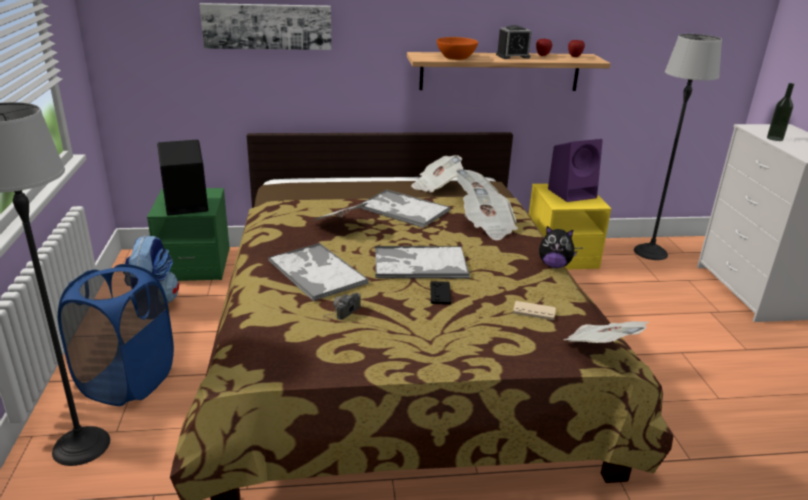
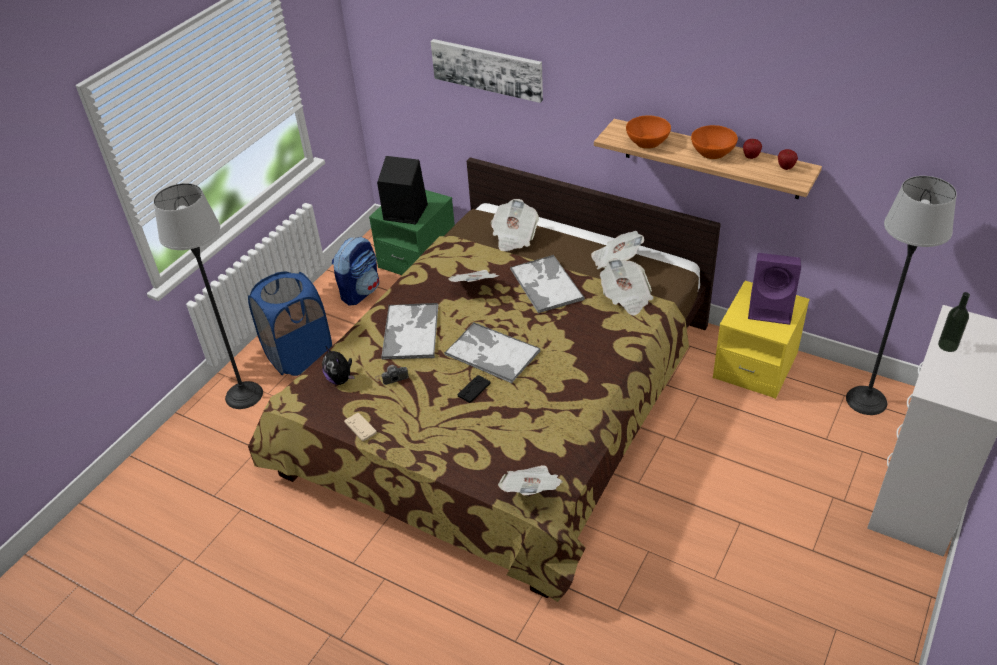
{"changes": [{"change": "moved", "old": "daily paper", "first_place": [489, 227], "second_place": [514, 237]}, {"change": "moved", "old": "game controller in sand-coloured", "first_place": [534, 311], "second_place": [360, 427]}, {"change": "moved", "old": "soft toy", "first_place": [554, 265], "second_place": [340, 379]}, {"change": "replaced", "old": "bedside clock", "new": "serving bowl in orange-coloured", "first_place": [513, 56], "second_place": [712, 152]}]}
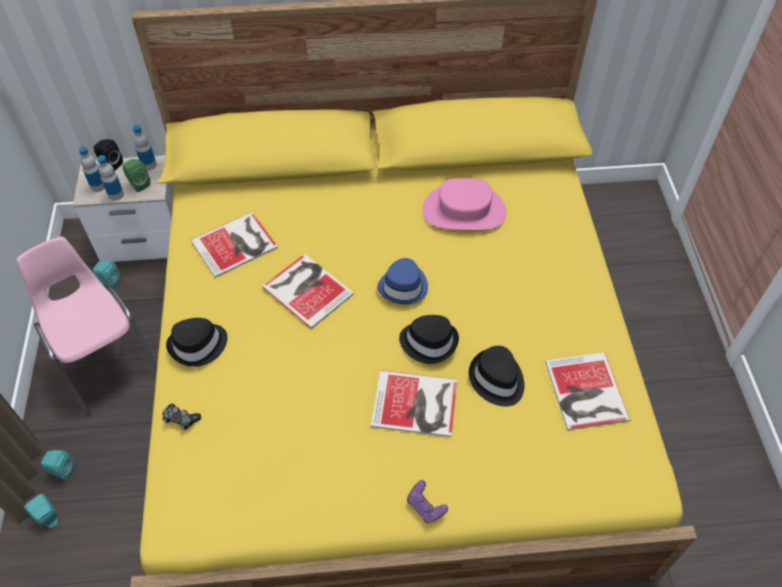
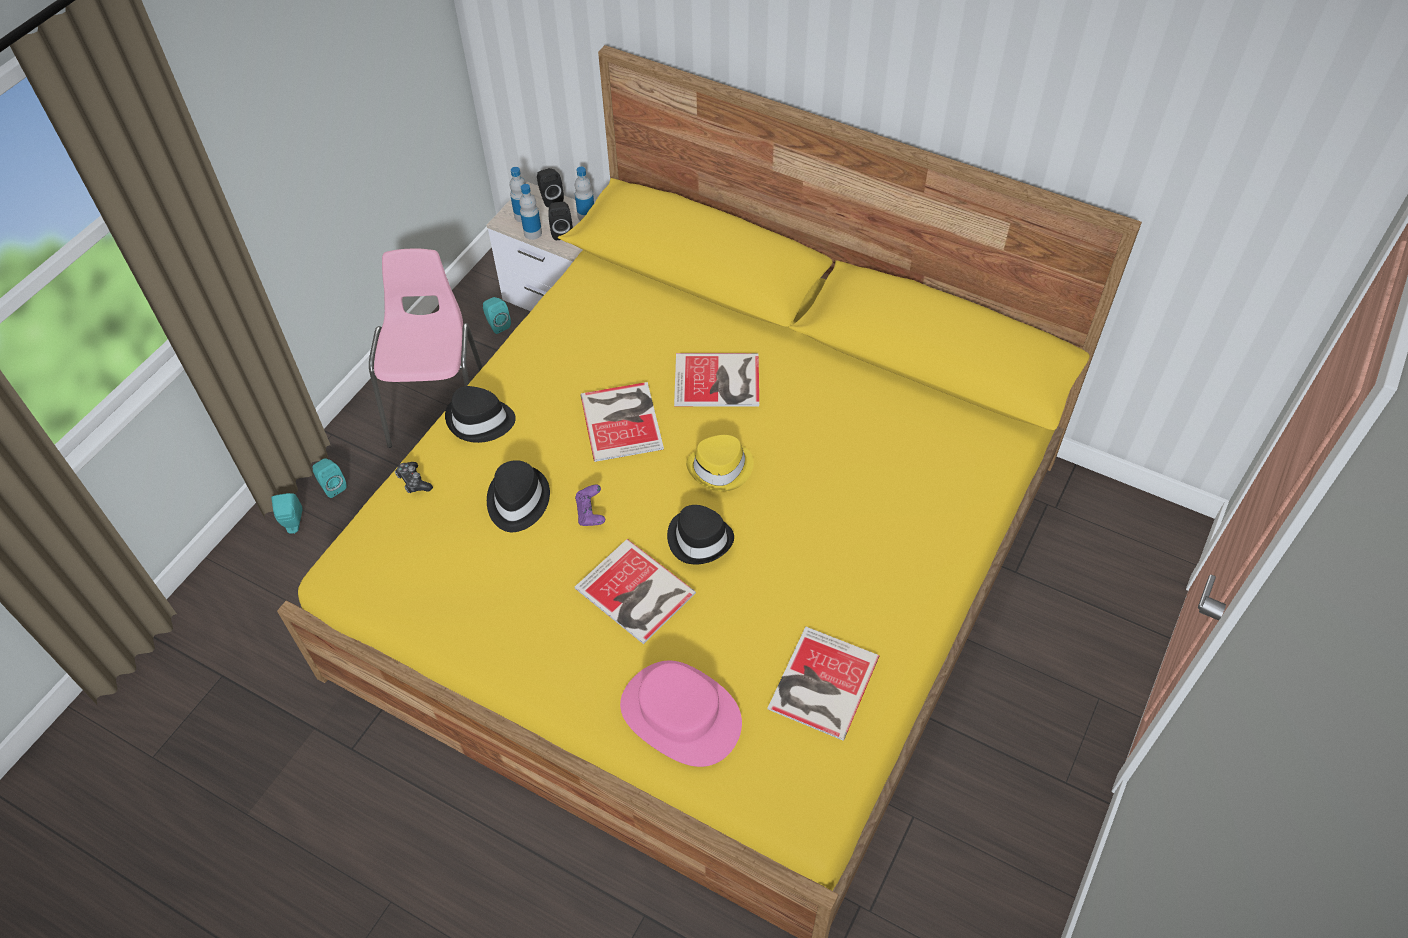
{"changes": [{"change": "moved", "old": "bound book", "first_place": [237, 244], "second_place": [719, 381]}, {"change": "moved", "old": "game controller in purplish", "first_place": [425, 506], "second_place": [591, 513]}, {"change": "moved", "old": "clothing hat in pink-coloured", "first_place": [464, 211], "second_place": [680, 715]}, {"change": "moved", "old": "clothing hat in black", "first_place": [496, 379], "second_place": [517, 501]}, {"change": "recoloured", "old": "speaker in greenish", "new": "speaker in black", "first_place": [138, 184], "second_place": [562, 231]}, {"change": "recoloured", "old": "clothing hat in blue", "new": "clothing hat in yellow-coloured", "first_place": [404, 286], "second_place": [721, 468]}]}
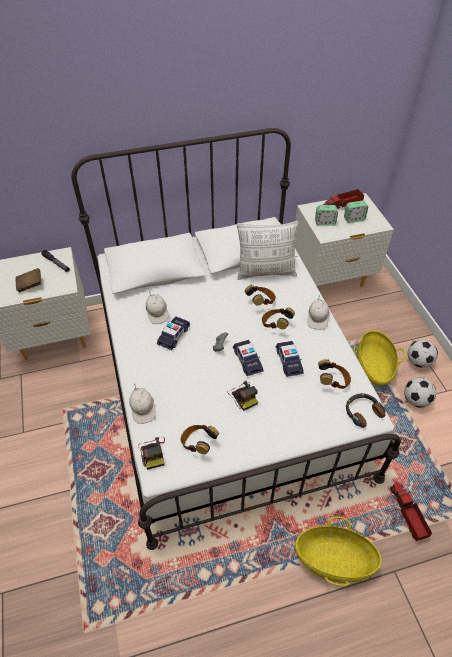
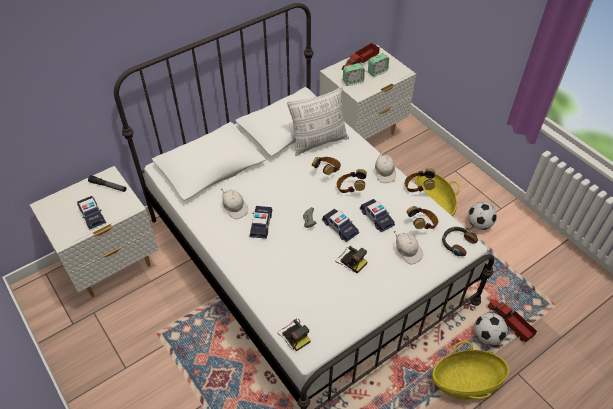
{"changes": [{"change": "moved", "old": "baseball cap in whitish", "first_place": [143, 409], "second_place": [407, 252]}, {"change": "moved", "old": "pair of headphones", "first_place": [198, 444], "second_place": [418, 188]}, {"change": "moved", "old": "football", "first_place": [418, 361], "second_place": [487, 336]}, {"change": "replaced", "old": "bound book in brownish", "new": "toy car", "first_place": [30, 285], "second_place": [92, 215]}]}
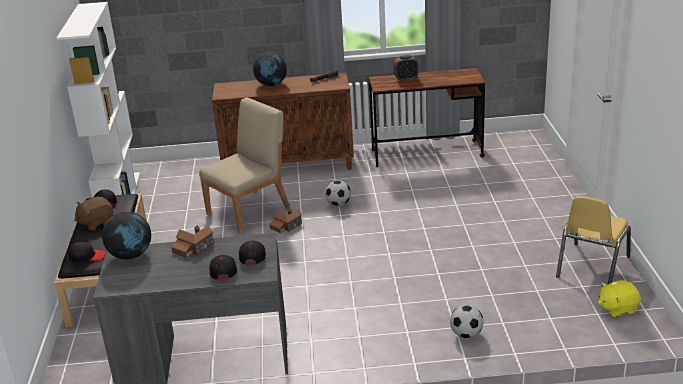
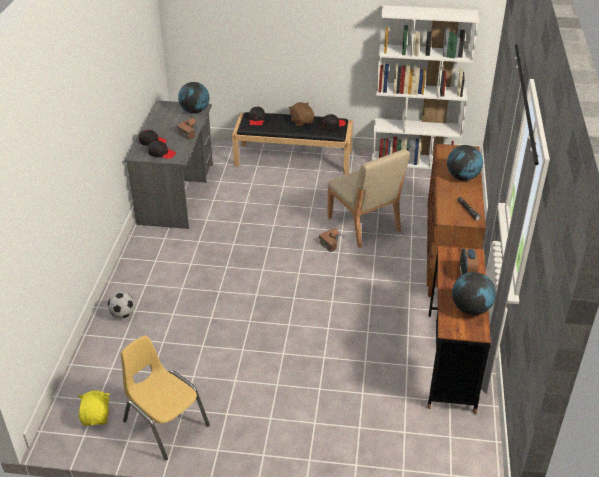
{"changes": [{"change": "removed", "old": "football", "first_place": [338, 204]}, {"change": "added", "new": "desk globe", "second_place": [470, 309]}]}
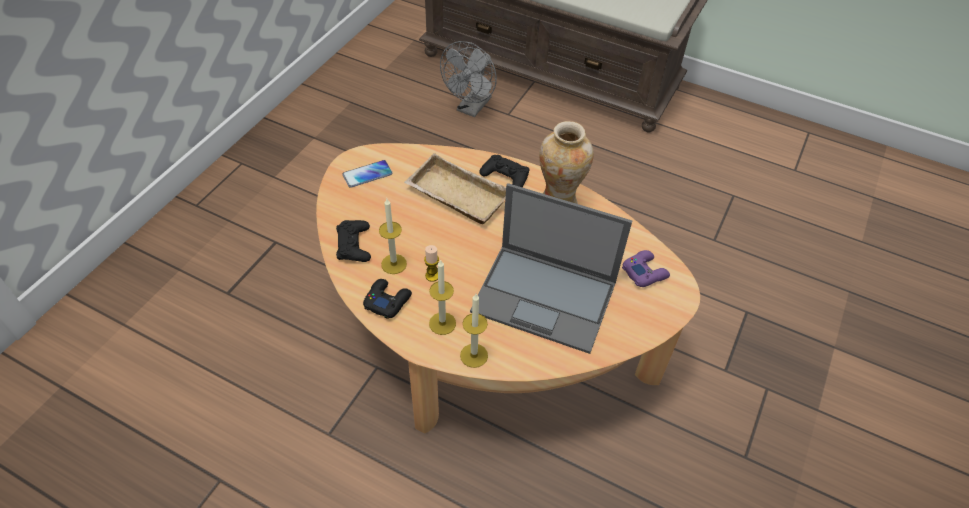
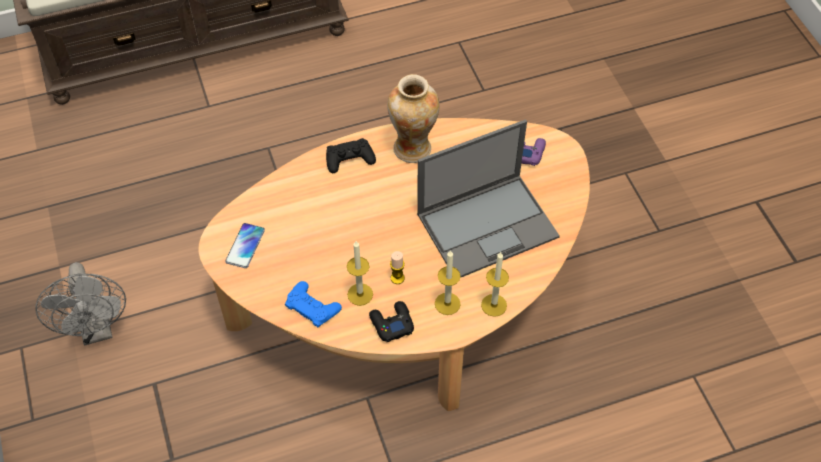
{"changes": [{"change": "removed", "old": "carrying tray in sand-coloured", "first_place": [455, 196]}, {"change": "moved", "old": "electric fan in gray", "first_place": [471, 108], "second_place": [97, 329]}, {"change": "recoloured", "old": "game controller in black", "new": "game controller in blue", "first_place": [354, 245], "second_place": [312, 307]}]}
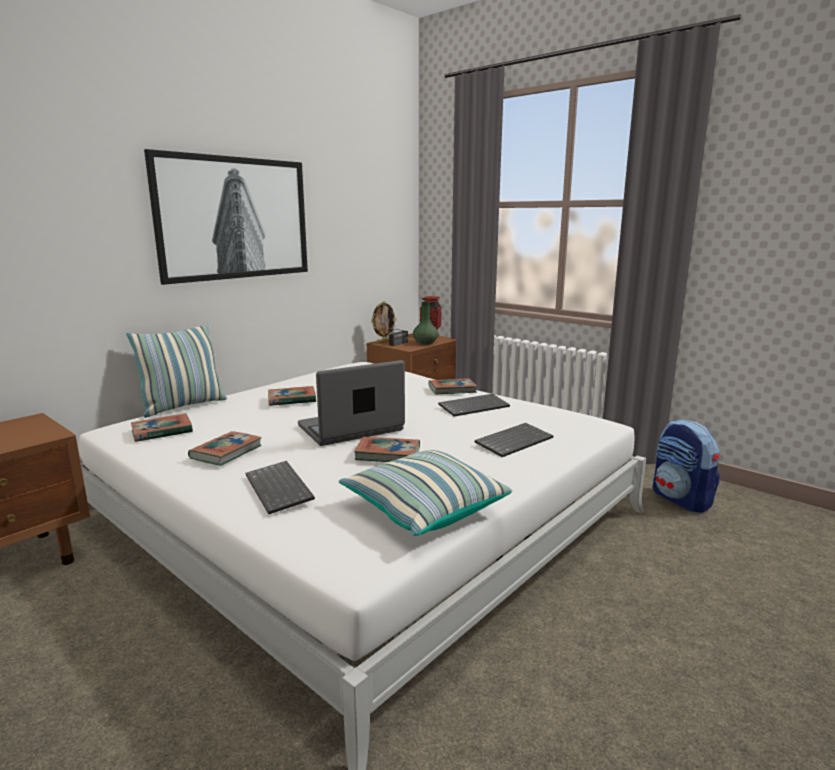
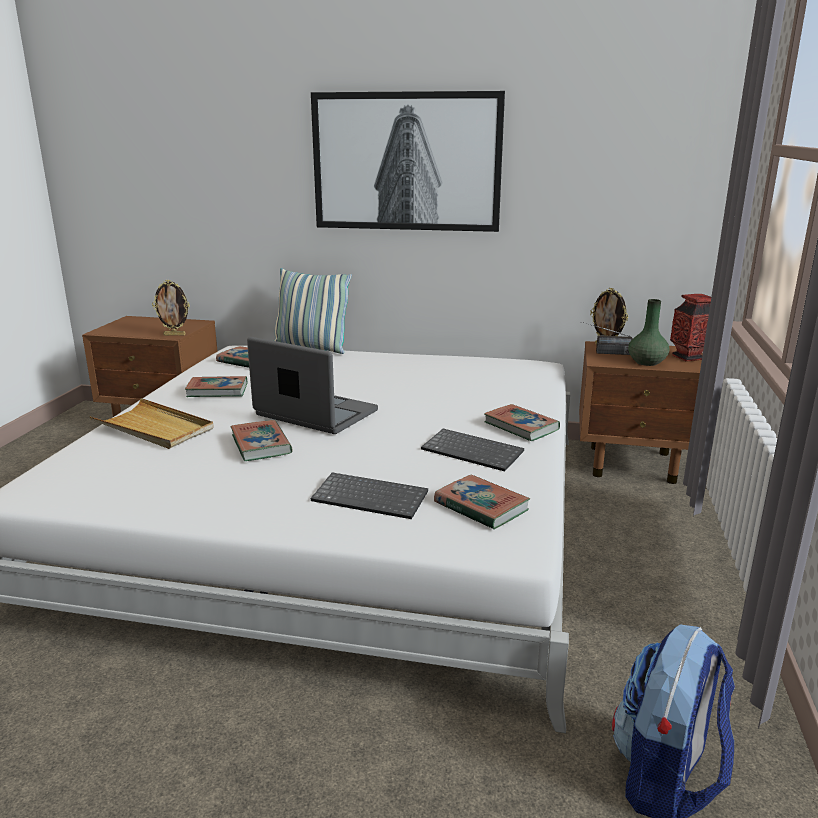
{"changes": [{"change": "removed", "old": "pillow", "first_place": [423, 509]}, {"change": "added", "new": "photo frame", "second_place": [175, 335]}, {"change": "moved", "old": "bound book", "first_place": [292, 399], "second_place": [481, 507]}, {"change": "replaced", "old": "computer keyboard", "new": "carrying tray in sand-coloured", "first_place": [280, 489], "second_place": [154, 428]}]}
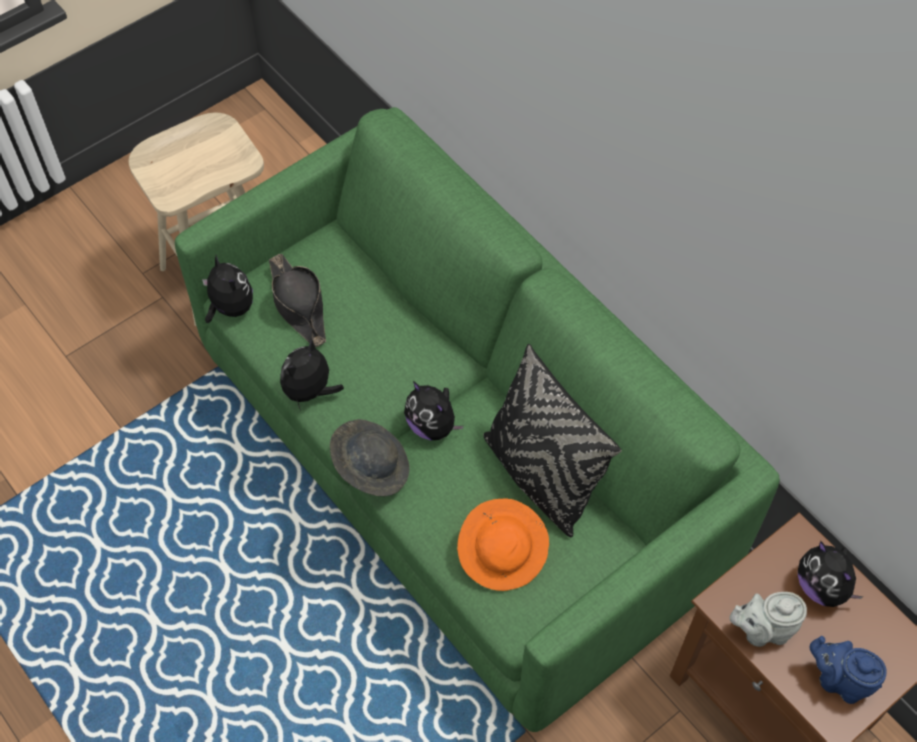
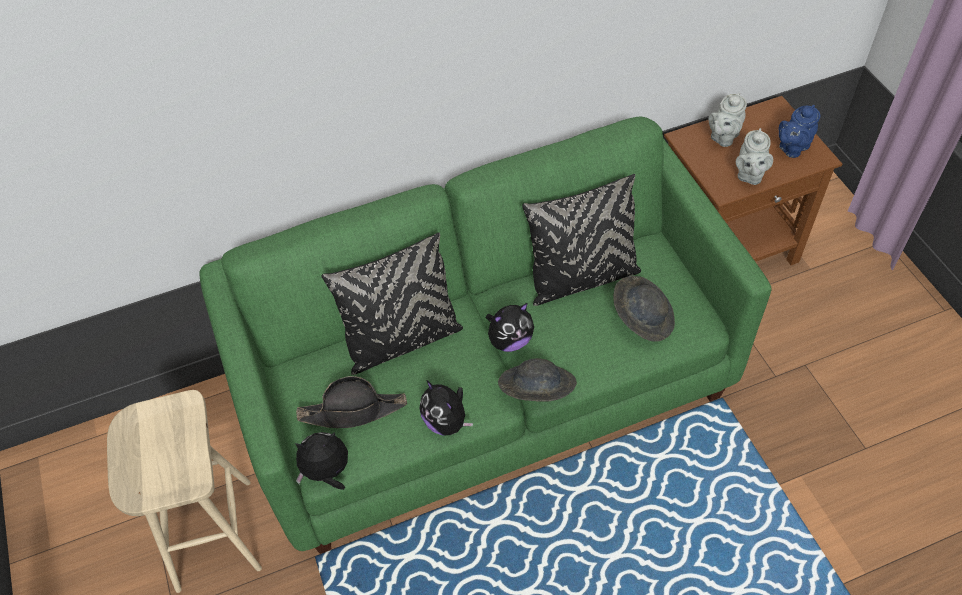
{"changes": [{"change": "added", "new": "pillow in black", "second_place": [402, 340]}, {"change": "replaced", "old": "soft toy", "new": "tea pot in gray", "first_place": [822, 586], "second_place": [723, 137]}, {"change": "recoloured", "old": "clothing hat in orange-coloured", "new": "clothing hat in gray", "first_place": [503, 553], "second_place": [642, 317]}]}
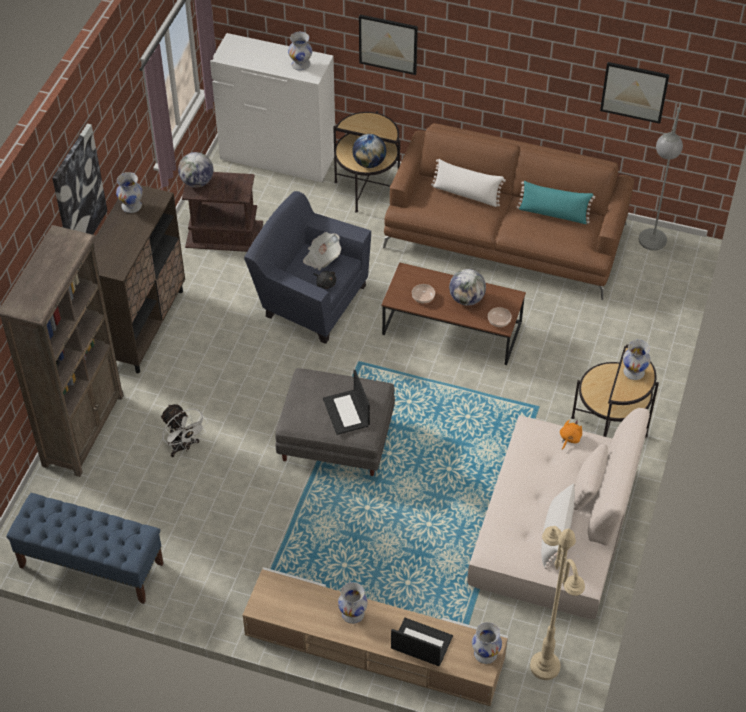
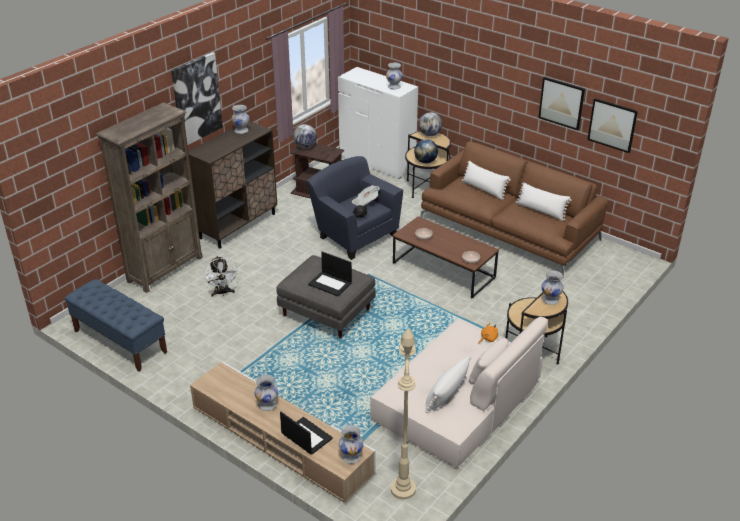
{"changes": [{"change": "removed", "old": "standard lamp in gray", "first_place": [650, 247]}, {"change": "moved", "old": "wall picture", "first_place": [388, 44], "second_place": [561, 103]}, {"change": "moved", "old": "desk globe", "first_place": [466, 299], "second_place": [430, 134]}, {"change": "recoloured", "old": "pillow in turquoise", "new": "pillow in whitish", "first_place": [553, 214], "second_place": [541, 211]}, {"change": "turned", "old": "notebook computer", "first_place": [347, 412], "second_place": [330, 283], "degrees": -60}]}
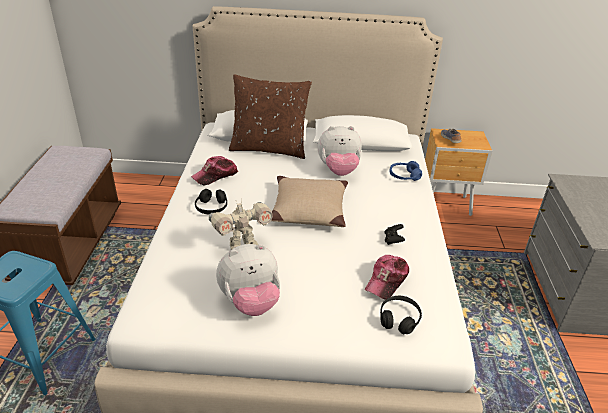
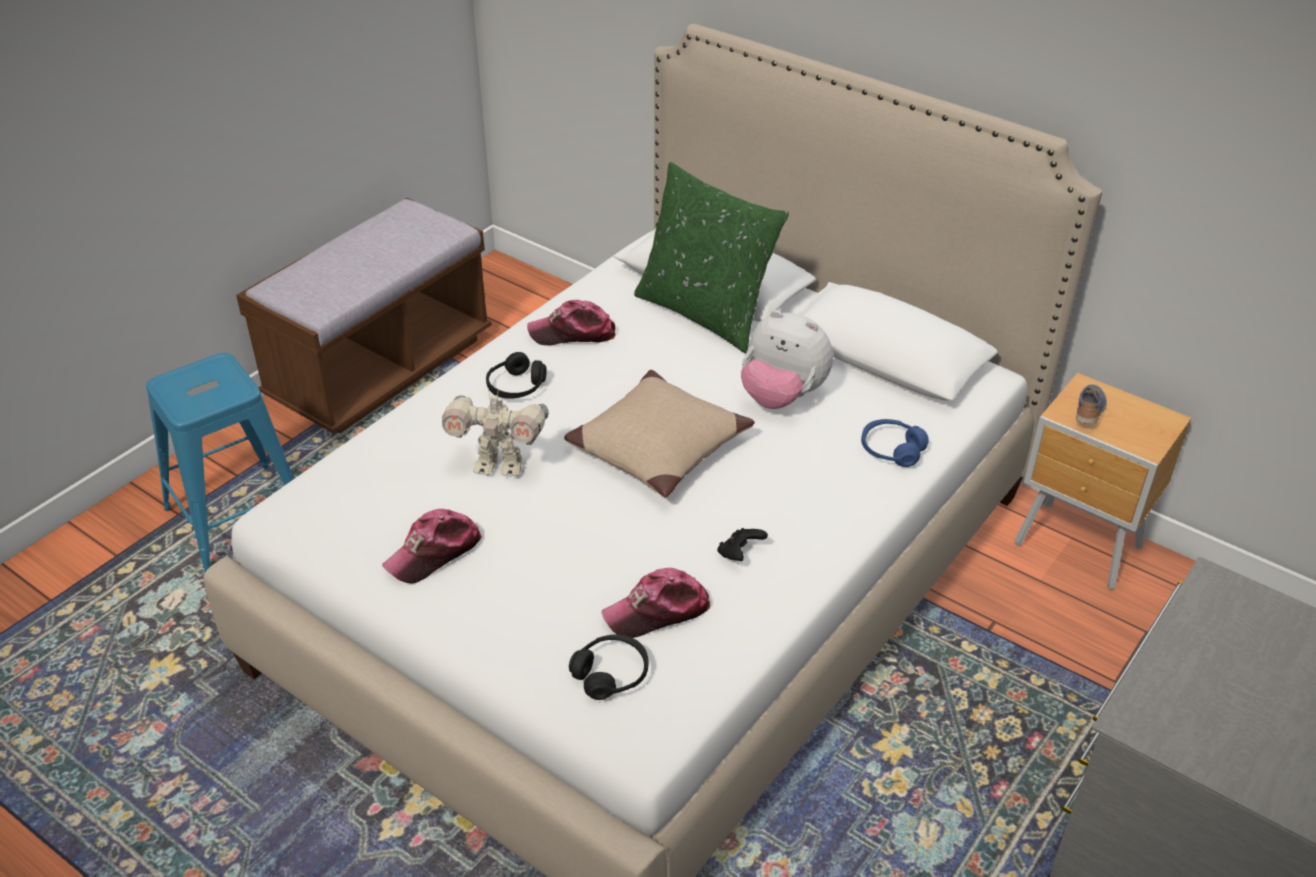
{"changes": [{"change": "replaced", "old": "soft toy", "new": "baseball cap", "first_place": [250, 302], "second_place": [434, 553]}, {"change": "recoloured", "old": "pillow in brownish", "new": "pillow in greenish", "first_place": [269, 148], "second_place": [705, 313]}]}
